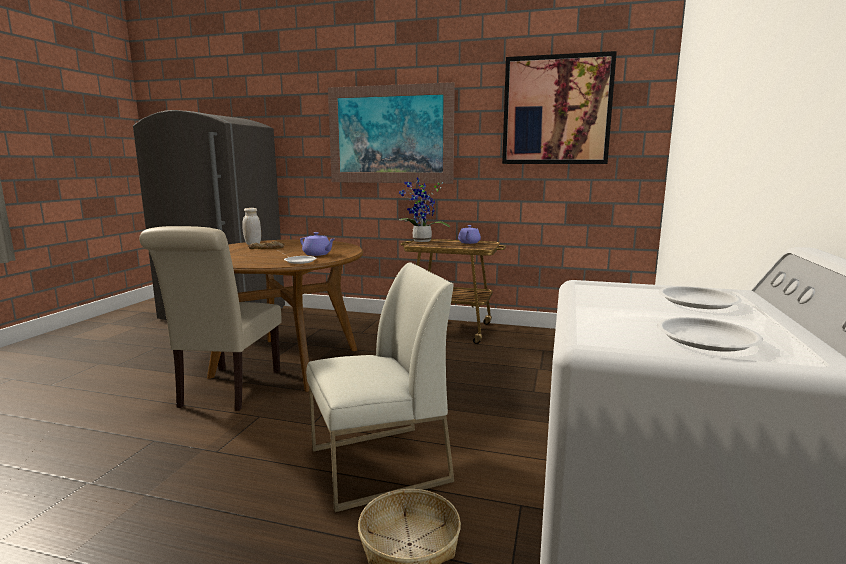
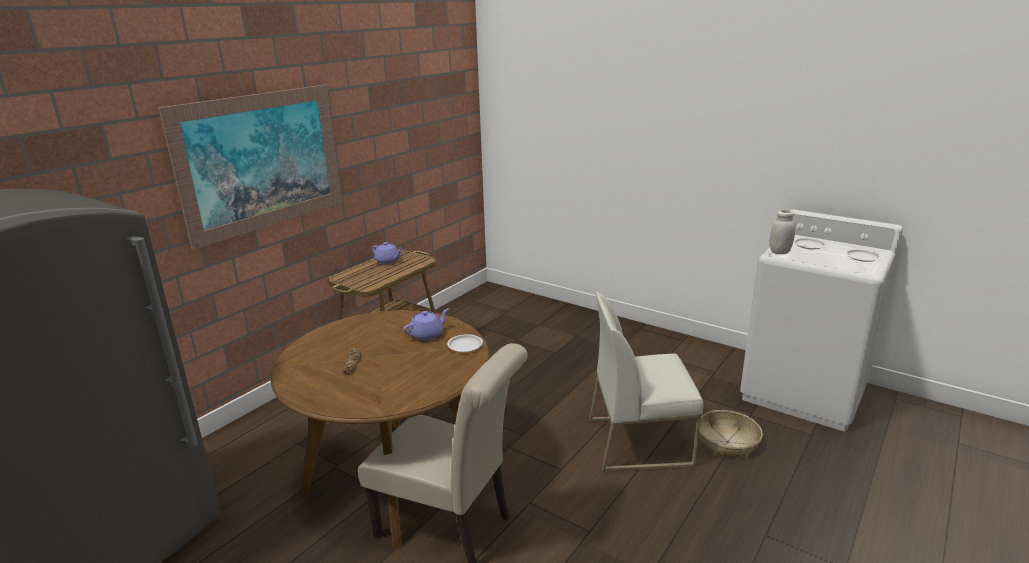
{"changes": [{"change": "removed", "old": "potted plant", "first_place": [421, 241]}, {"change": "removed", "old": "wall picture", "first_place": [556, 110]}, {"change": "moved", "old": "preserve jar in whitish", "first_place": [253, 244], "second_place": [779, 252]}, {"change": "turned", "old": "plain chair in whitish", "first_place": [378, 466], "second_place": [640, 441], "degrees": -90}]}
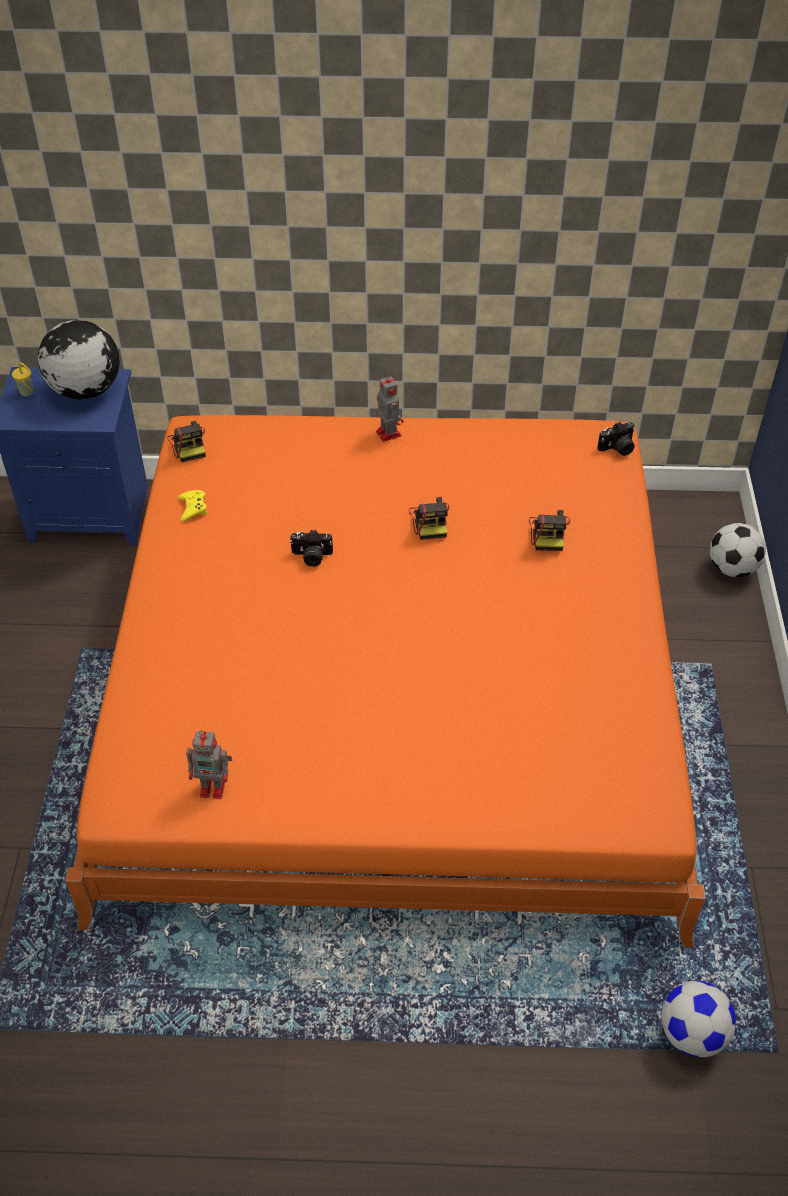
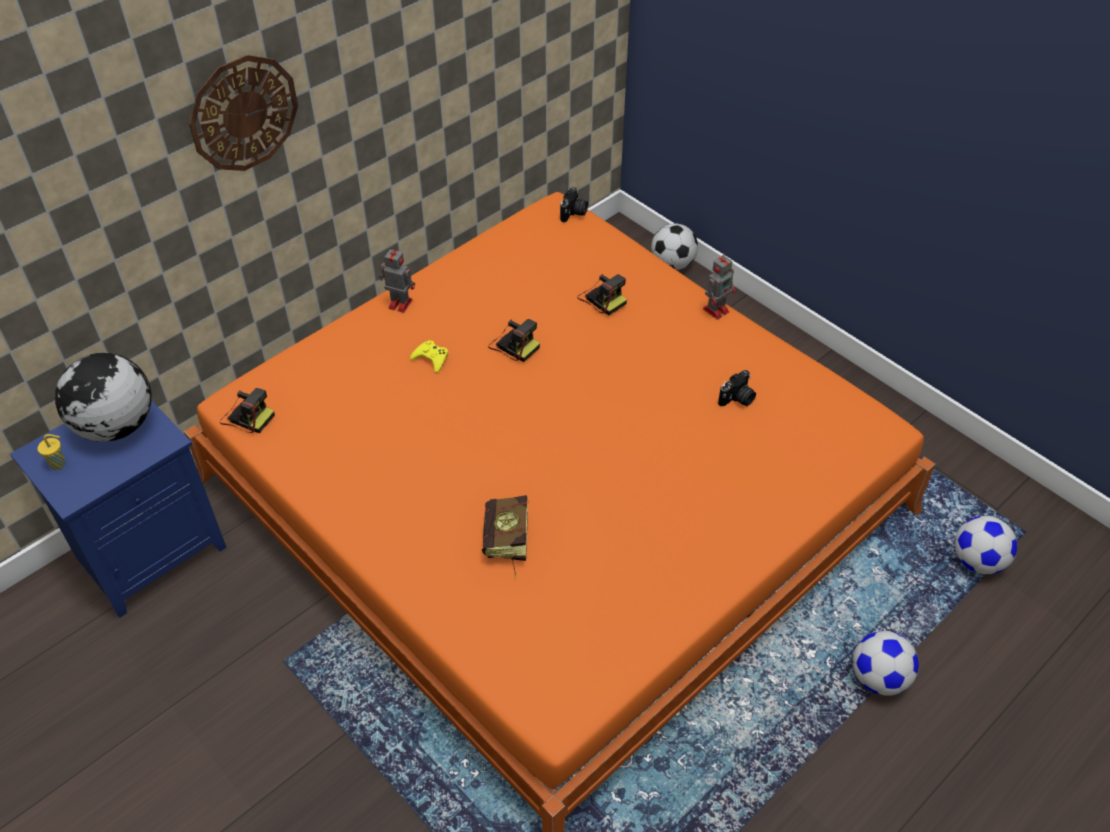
{"changes": [{"change": "added", "new": "wall clock", "second_place": [243, 113]}, {"change": "added", "new": "bound book", "second_place": [506, 546]}, {"change": "added", "new": "football", "second_place": [879, 678]}, {"change": "moved", "old": "game controller in yellow-coloured", "first_place": [193, 508], "second_place": [431, 359]}, {"change": "moved", "old": "robot figure", "first_place": [214, 786], "second_place": [716, 309]}, {"change": "moved", "old": "photo camera", "first_place": [311, 557], "second_place": [737, 399]}]}
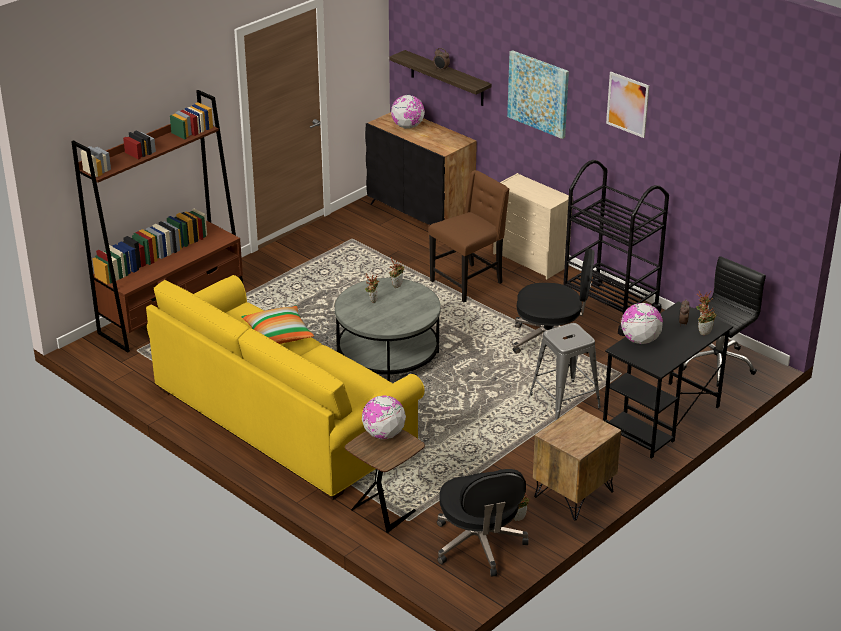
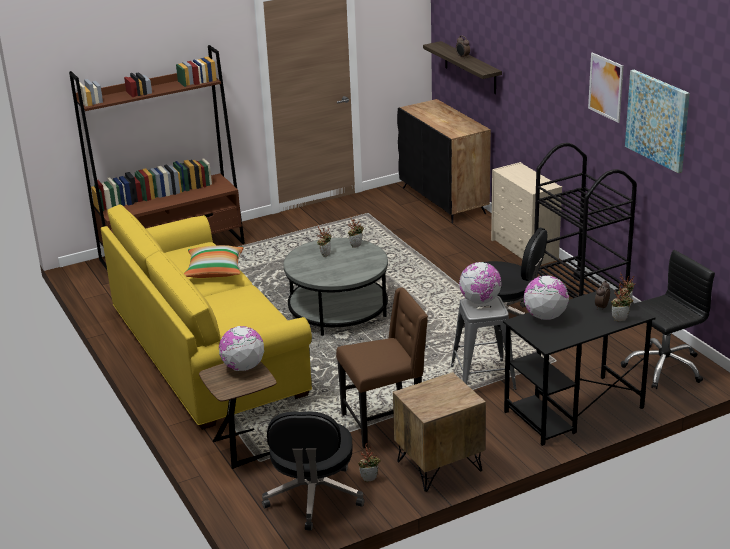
{"changes": [{"change": "moved", "old": "desk globe", "first_place": [408, 127], "second_place": [480, 301]}, {"change": "moved", "old": "plain chair in brownish", "first_place": [468, 282], "second_place": [384, 422]}, {"change": "moved", "old": "wall picture", "first_place": [538, 93], "second_place": [658, 120]}]}
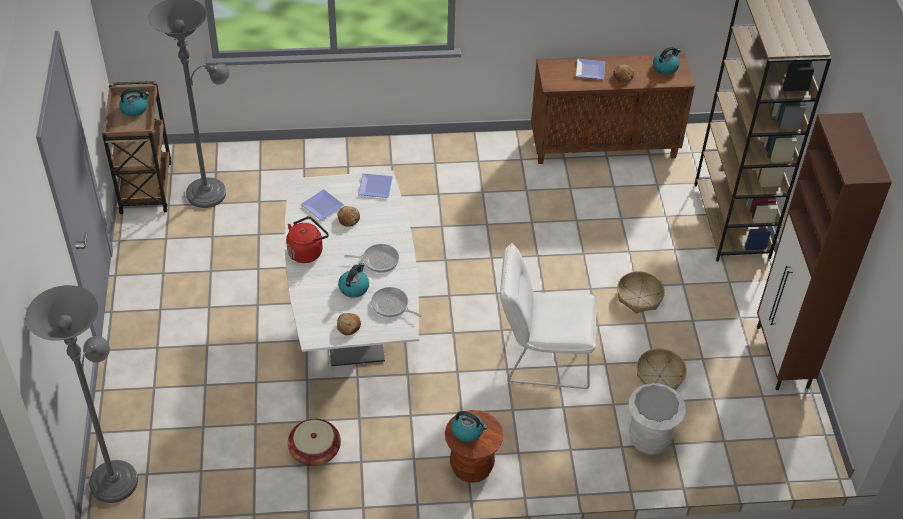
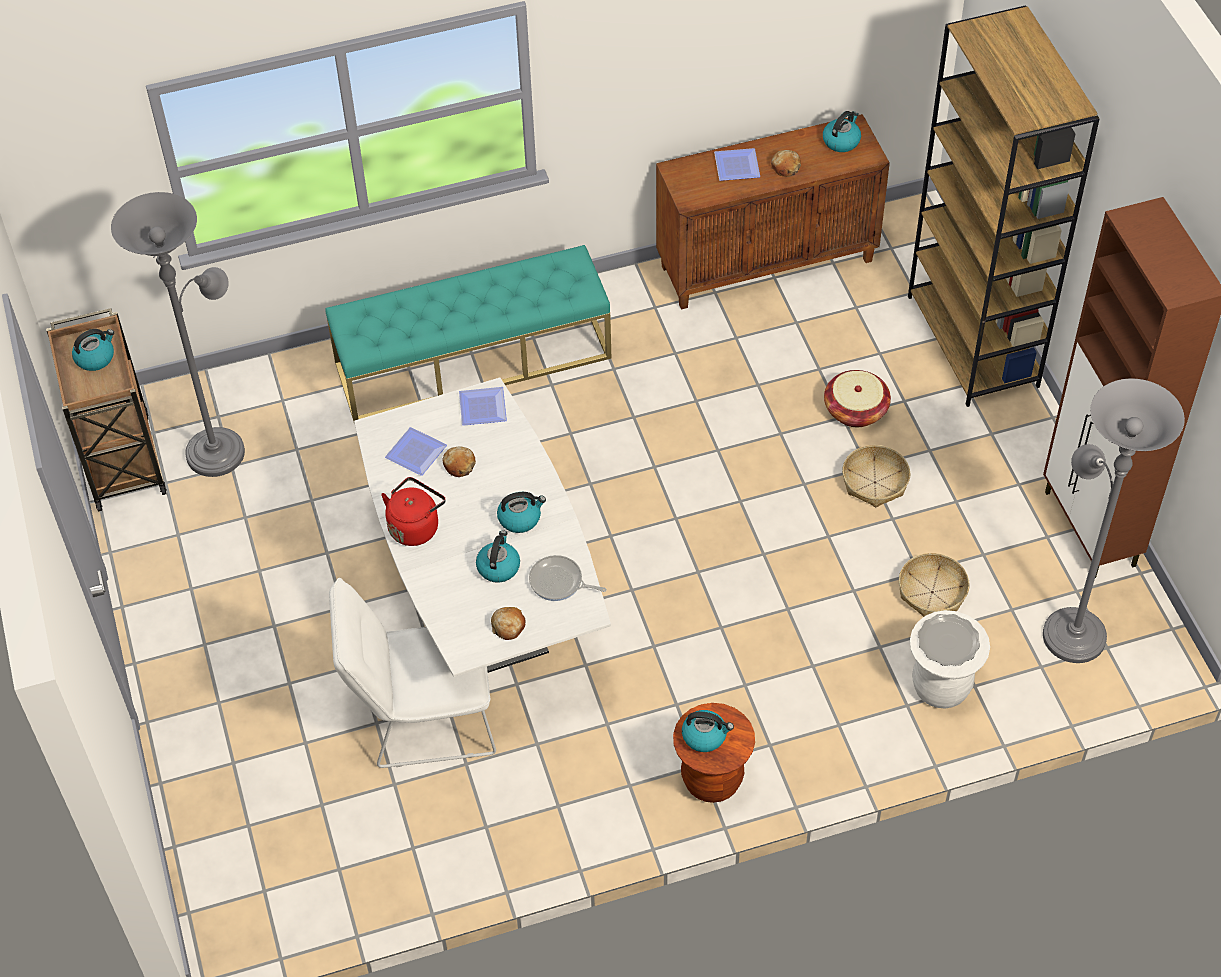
{"changes": [{"change": "added", "new": "bench in turquoise", "second_place": [473, 360]}, {"change": "moved", "old": "standard lamp in gray", "first_place": [115, 476], "second_place": [1071, 629]}, {"change": "moved", "old": "household basket", "first_place": [315, 451], "second_place": [855, 410]}, {"change": "moved", "old": "plain chair in whitish", "first_place": [542, 357], "second_place": [421, 718]}, {"change": "replaced", "old": "frying pan", "new": "tea kettle", "first_place": [378, 260], "second_place": [520, 518]}]}
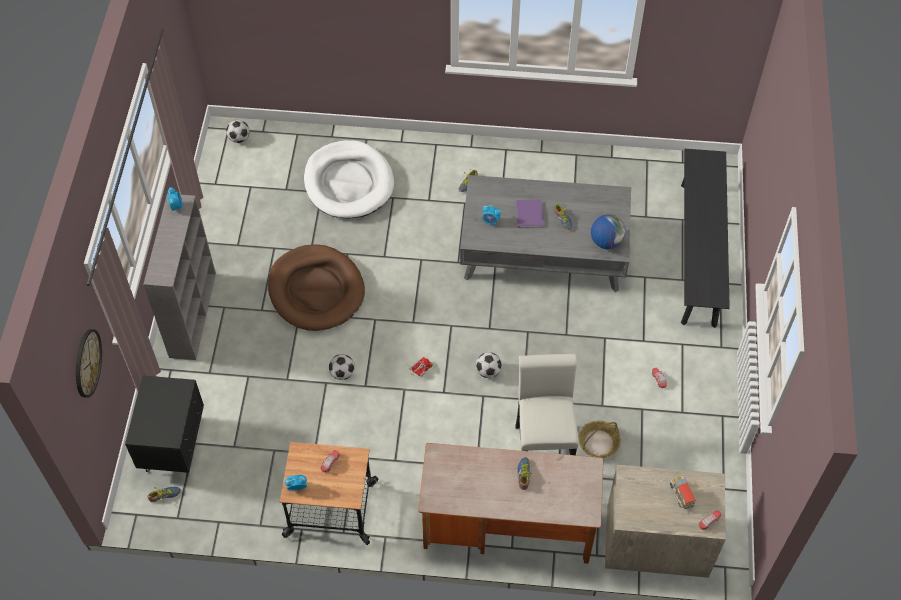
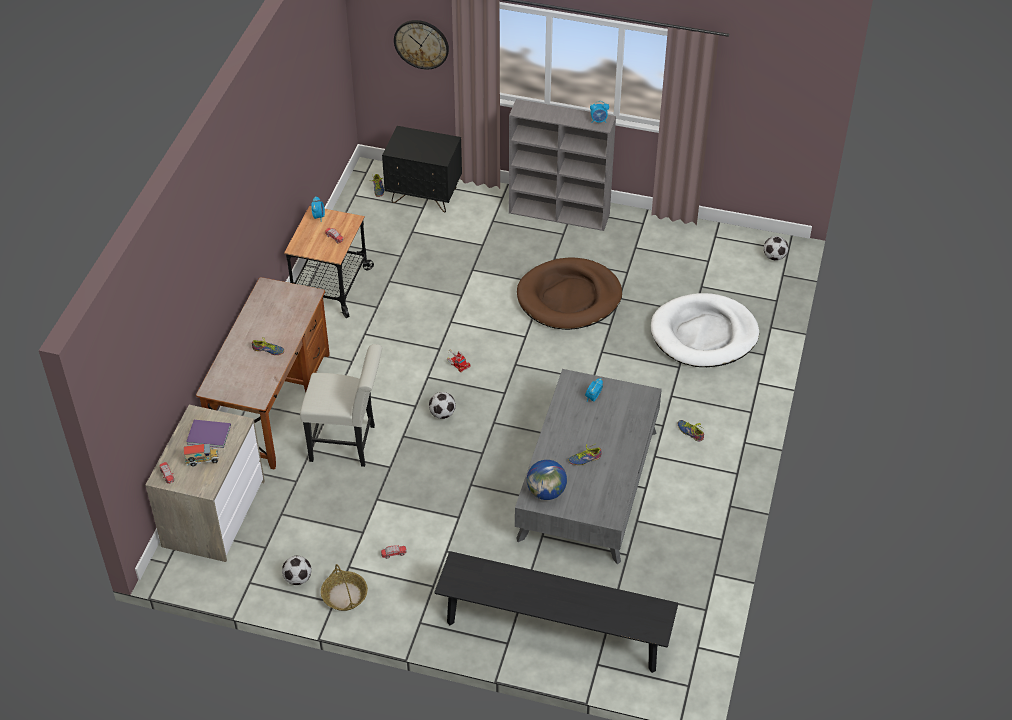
{"changes": [{"change": "moved", "old": "football", "first_place": [342, 373], "second_place": [298, 578]}, {"change": "moved", "old": "bound book in purplish", "first_place": [528, 215], "second_place": [208, 433]}, {"change": "moved", "old": "household basket", "first_place": [598, 443], "second_place": [344, 595]}]}
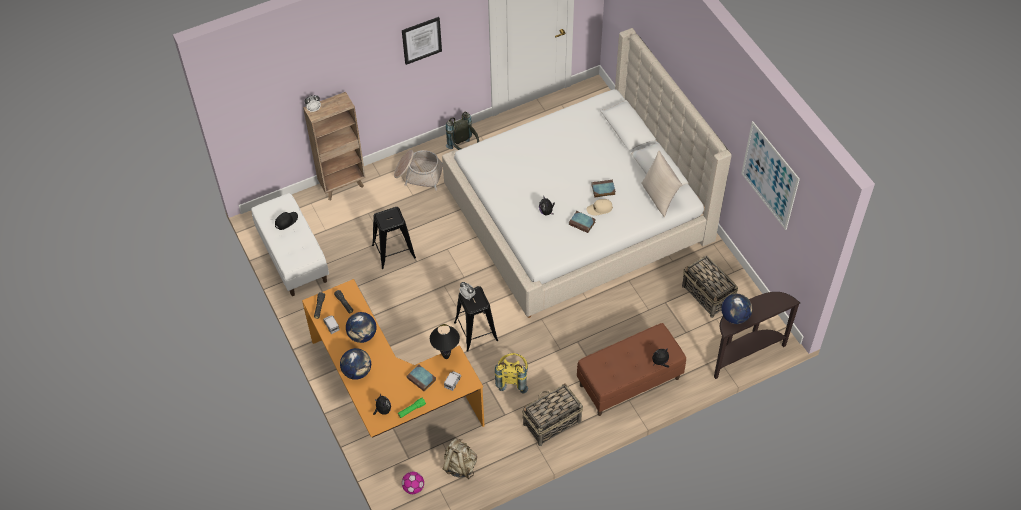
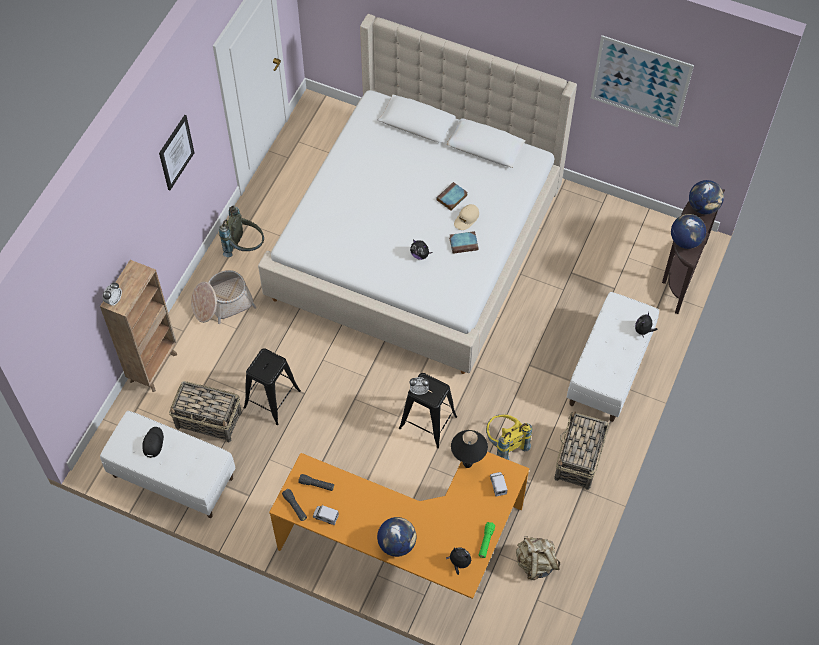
{"changes": [{"change": "removed", "old": "football", "first_place": [413, 487]}, {"change": "removed", "old": "bound book", "first_place": [422, 379]}, {"change": "removed", "old": "pillow in sand-coloured", "first_place": [659, 197]}, {"change": "moved", "old": "desk globe", "first_place": [362, 335], "second_place": [703, 207]}, {"change": "moved", "old": "household basket", "first_place": [708, 295], "second_place": [209, 420]}, {"change": "recoloured", "old": "bench in brownish", "new": "bench in whitish", "first_place": [629, 382], "second_place": [609, 370]}]}
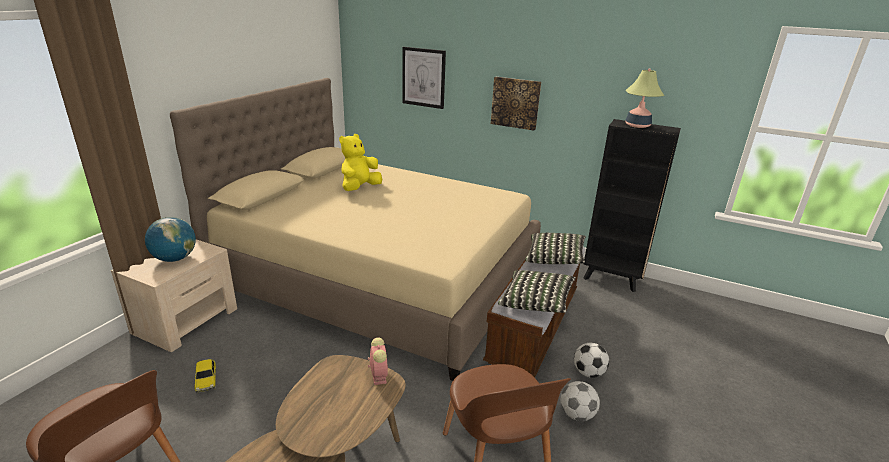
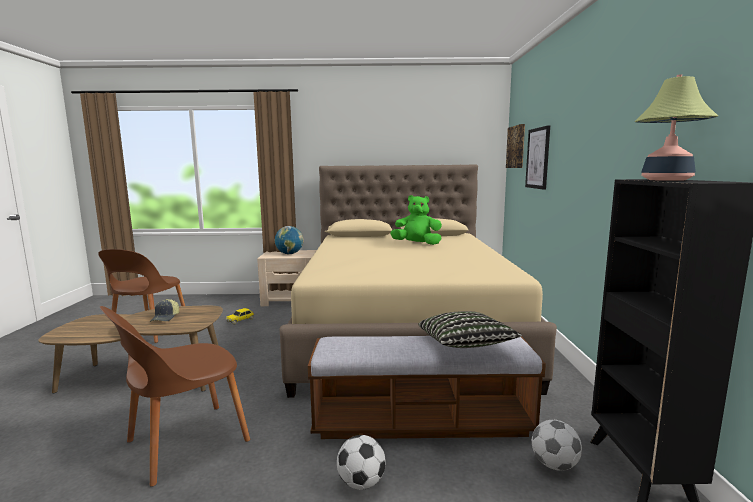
{"changes": [{"change": "removed", "old": "bedside clock", "first_place": [378, 375]}, {"change": "removed", "old": "pillow", "first_place": [536, 302]}, {"change": "added", "new": "baseball cap", "second_place": [166, 318]}, {"change": "moved", "old": "wall picture", "first_place": [515, 103], "second_place": [516, 147]}, {"change": "moved", "old": "football", "first_place": [577, 414], "second_place": [554, 465]}, {"change": "recoloured", "old": "soft toy in yellow-coloured", "new": "soft toy in greenish", "first_place": [360, 188], "second_place": [417, 244]}]}
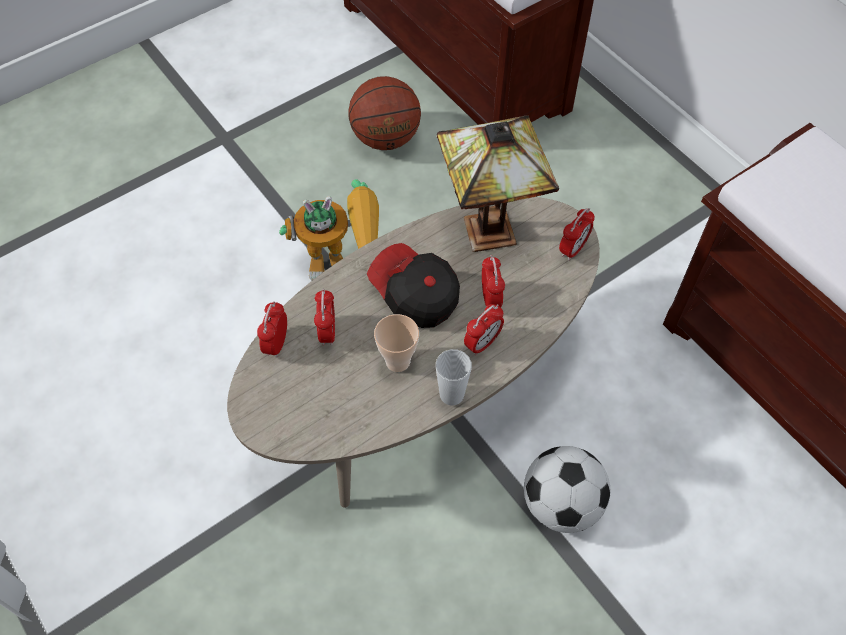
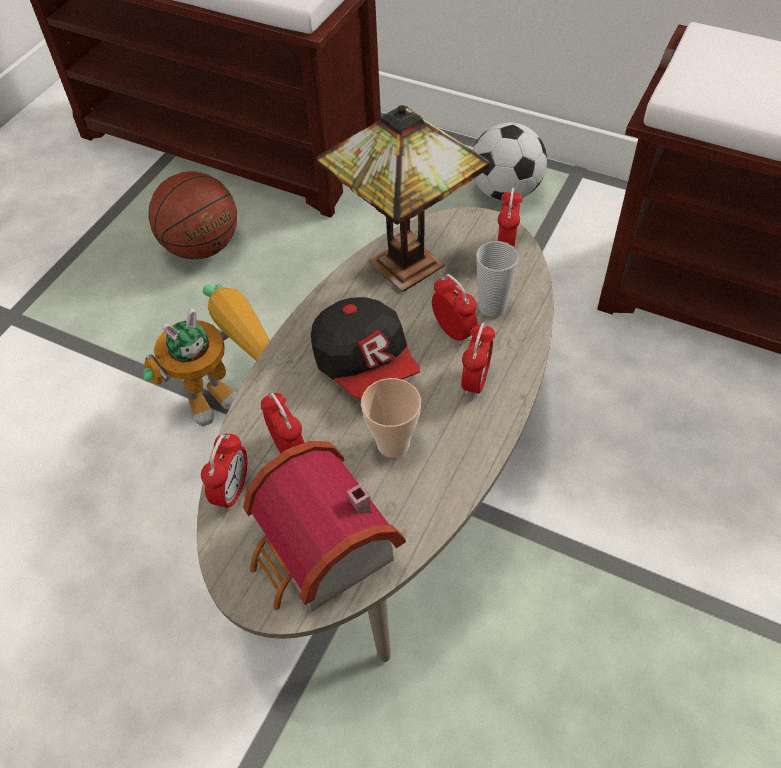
{"changes": [{"change": "added", "new": "miniature house", "second_place": [322, 556]}, {"change": "moved", "old": "drinking cup", "first_place": [451, 395], "second_place": [492, 307]}, {"change": "moved", "old": "football", "first_place": [561, 504], "second_place": [505, 191]}, {"change": "turned", "old": "bedside clock", "first_place": [276, 343], "second_place": [232, 491], "degrees": -150}, {"change": "turned", "old": "baseball cap", "first_place": [414, 295], "second_place": [366, 363], "degrees": -135}]}
